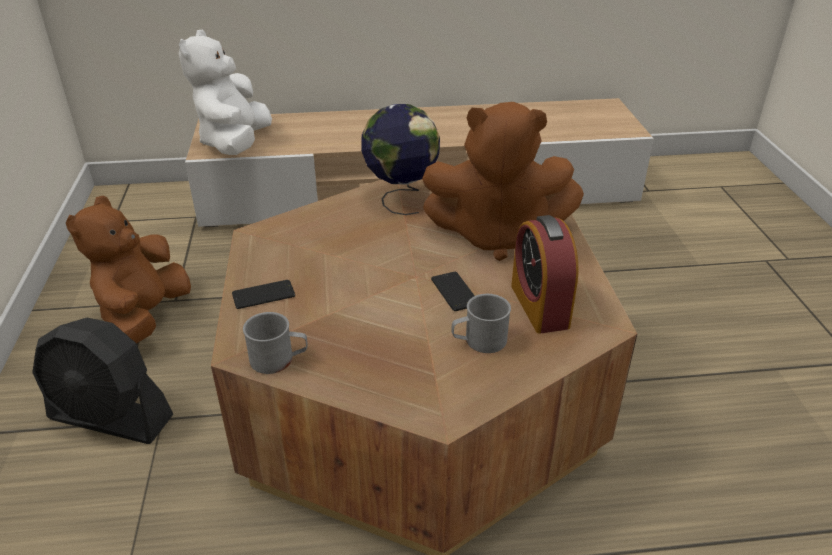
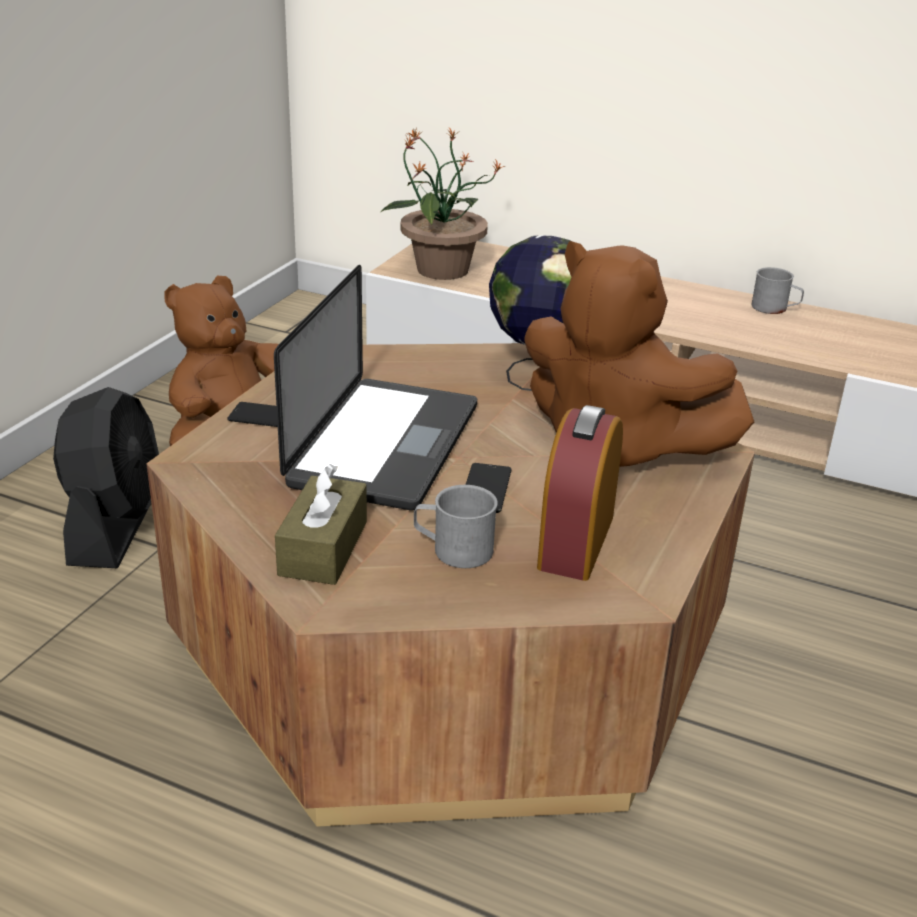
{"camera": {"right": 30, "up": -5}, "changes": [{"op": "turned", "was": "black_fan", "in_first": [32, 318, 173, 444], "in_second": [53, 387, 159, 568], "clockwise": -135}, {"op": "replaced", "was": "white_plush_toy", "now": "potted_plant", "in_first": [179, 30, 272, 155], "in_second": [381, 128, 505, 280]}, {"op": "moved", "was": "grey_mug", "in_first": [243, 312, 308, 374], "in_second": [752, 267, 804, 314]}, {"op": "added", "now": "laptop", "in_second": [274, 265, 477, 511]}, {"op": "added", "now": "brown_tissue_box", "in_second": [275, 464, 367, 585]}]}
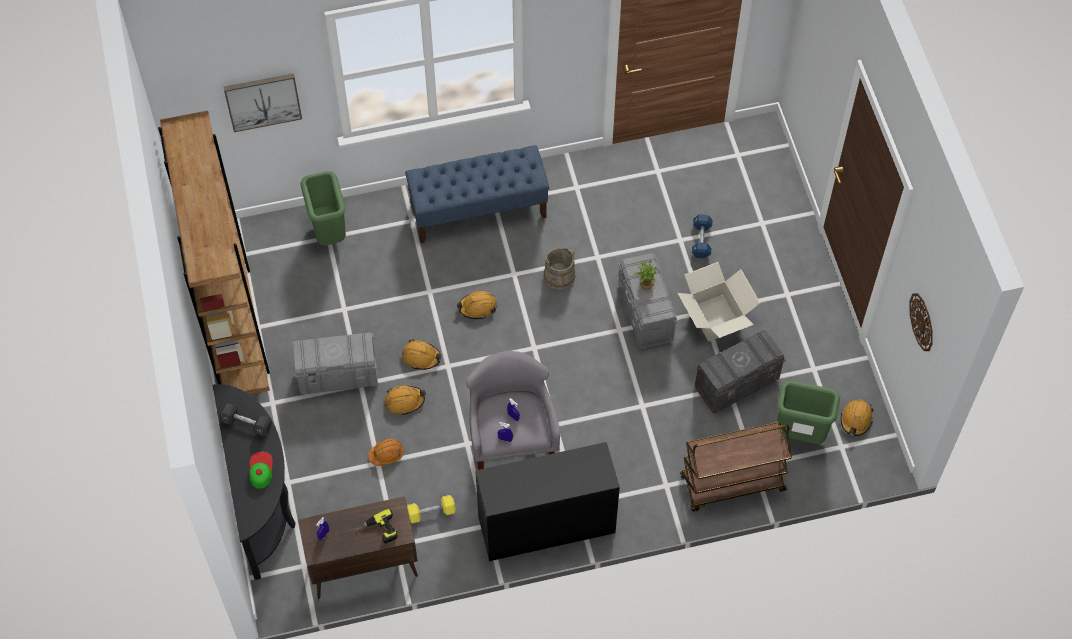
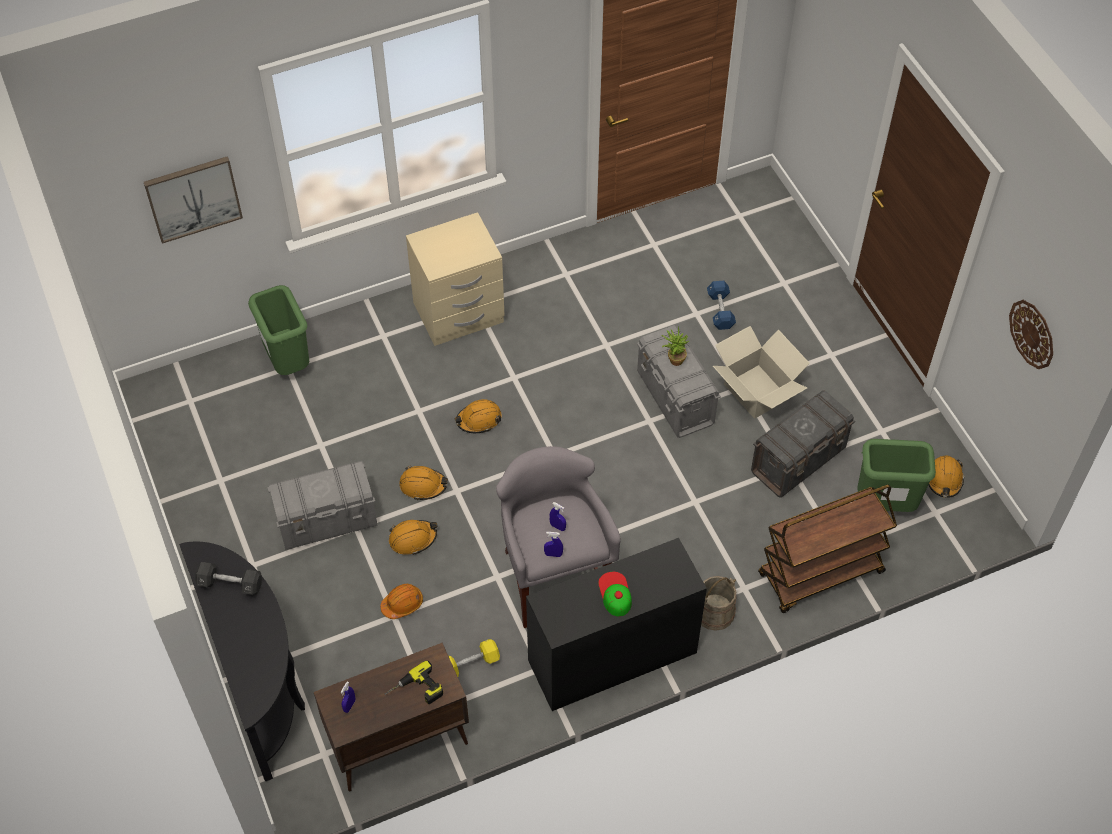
{"camera": {"right": -10, "up": -5}, "changes": [{"op": "removed", "was": "brown_bookcase", "in_first": [158, 110, 270, 395]}, {"op": "moved", "was": "cap", "in_first": [249, 452, 273, 489], "in_second": [598, 572, 632, 617]}, {"op": "replaced", "was": "blue_bench", "now": "beige_nightstand", "in_first": [405, 145, 549, 243], "in_second": [406, 212, 505, 346]}, {"op": "moved", "was": "beige_bucket", "in_first": [544, 247, 575, 290], "in_second": [701, 576, 736, 631]}]}
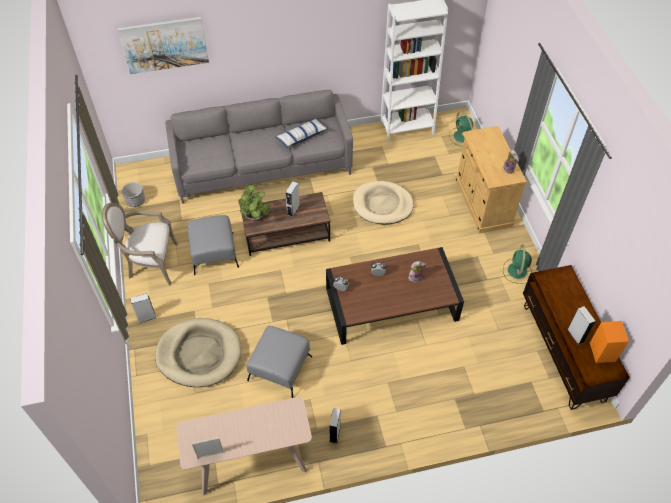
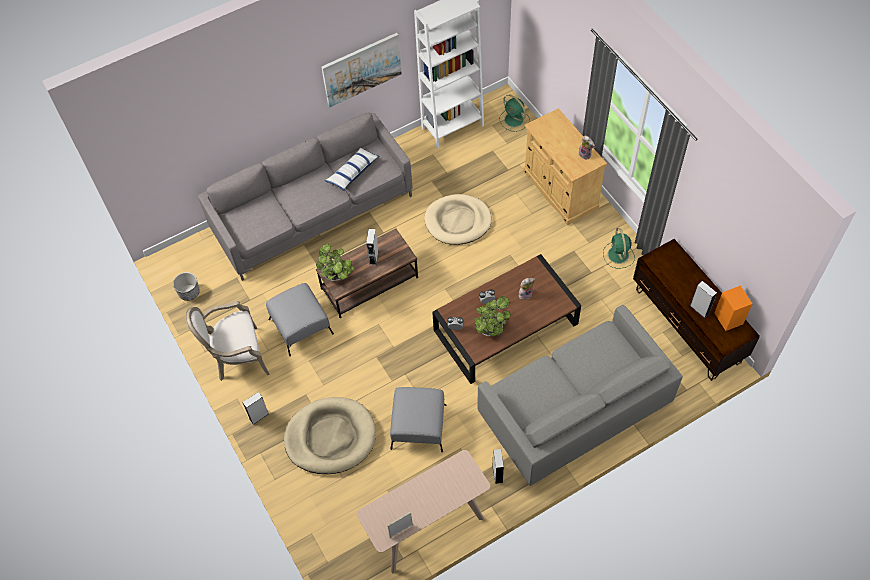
{"camera": {"right": -15, "up": 5}, "changes": [{"op": "moved", "was": "picture", "in_first": [117, 17, 209, 74], "in_second": [321, 33, 402, 107]}, {"op": "added", "now": "potted_plant", "in_second": [474, 296, 511, 336]}, {"op": "added", "now": "grey_sofa", "in_second": [478, 305, 683, 486]}]}
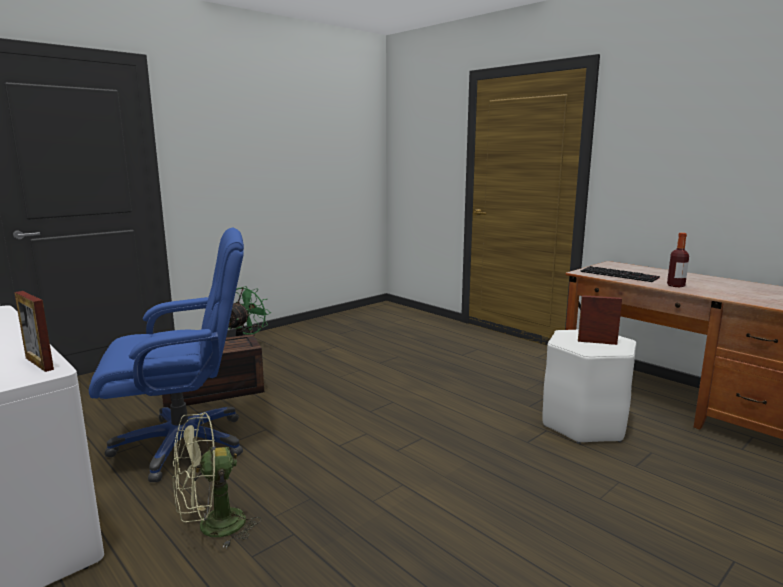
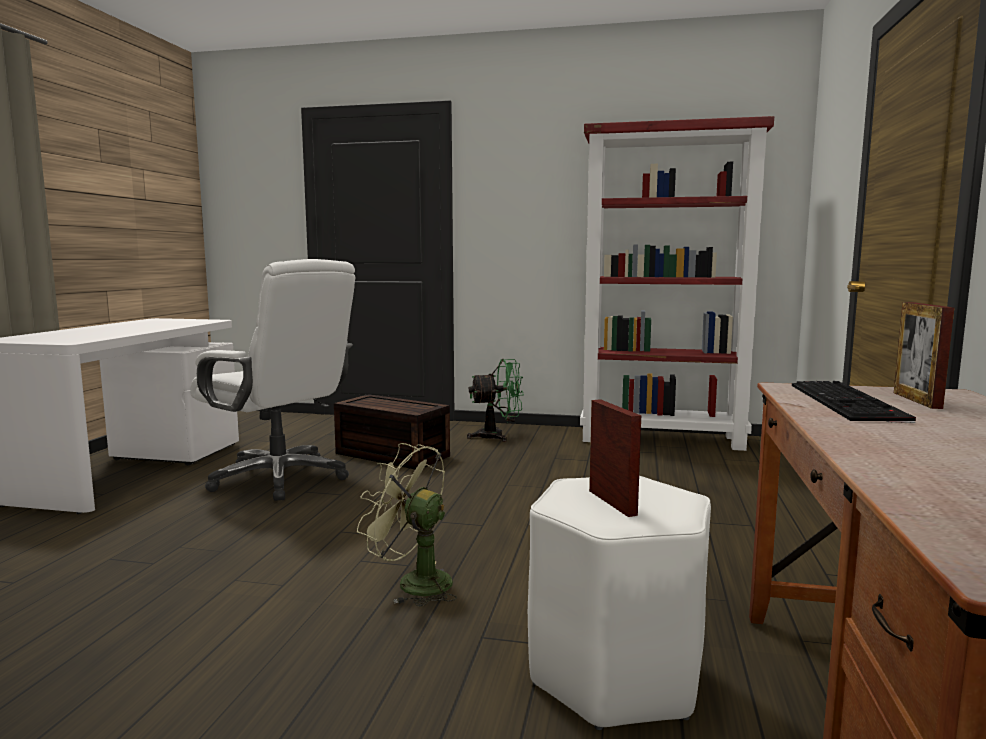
{"camera": {"right": 55, "up": -5}, "changes": [{"op": "moved", "was": "picture_frame", "in_first": [14, 291, 54, 372], "in_second": [894, 302, 954, 409]}, {"op": "recoloured", "was": "blue_office_chair", "now": "white_office_chair", "in_first": [89, 228, 244, 482], "in_second": [190, 259, 355, 501]}, {"op": "moved", "was": "green_fan", "in_first": [173, 412, 261, 548], "in_second": [357, 443, 457, 607]}, {"op": "removed", "was": "bottle", "in_first": [667, 233, 689, 287]}, {"op": "added", "now": "red_bookcase", "in_second": [580, 116, 774, 451]}]}
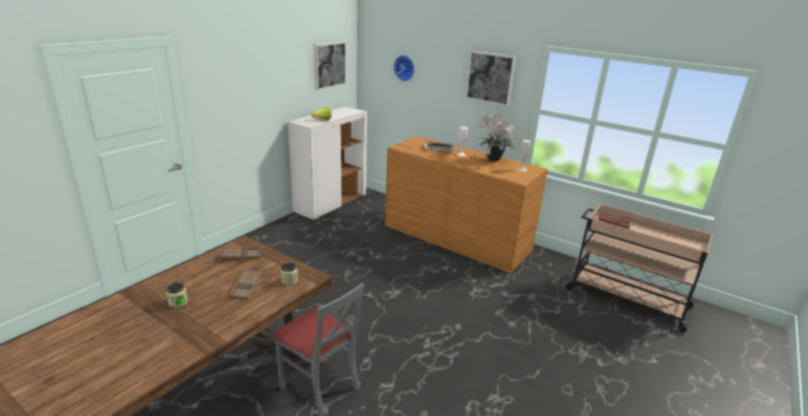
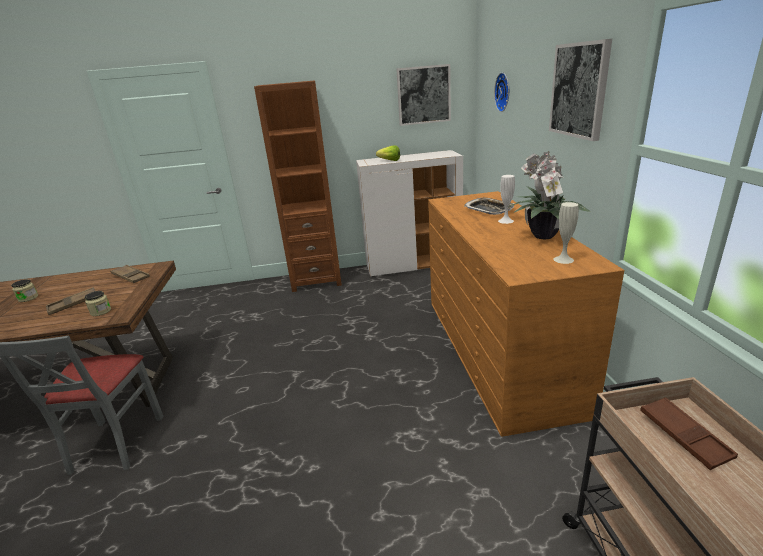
{"camera": {"right": 50, "up": 0}, "changes": [{"op": "added", "now": "brown_bookcase", "in_second": [254, 80, 342, 292]}]}
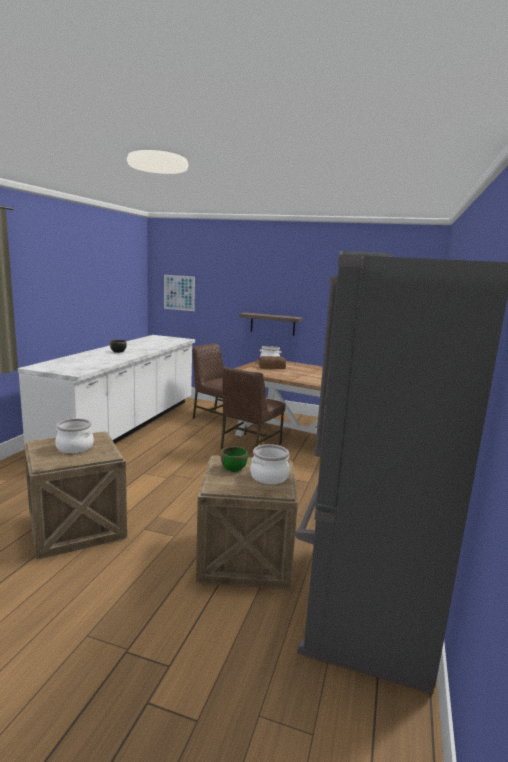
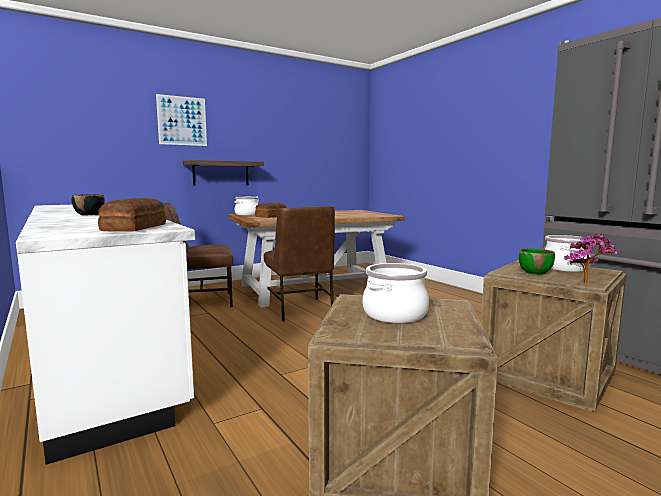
{"camera": {"right": -50, "up": -5}, "changes": [{"op": "moved", "was": "picture", "in_first": [164, 275, 195, 311], "in_second": [156, 94, 207, 146]}, {"op": "added", "now": "bread", "in_second": [98, 198, 166, 232]}, {"op": "added", "now": "potted_plant", "in_second": [564, 233, 617, 283]}]}
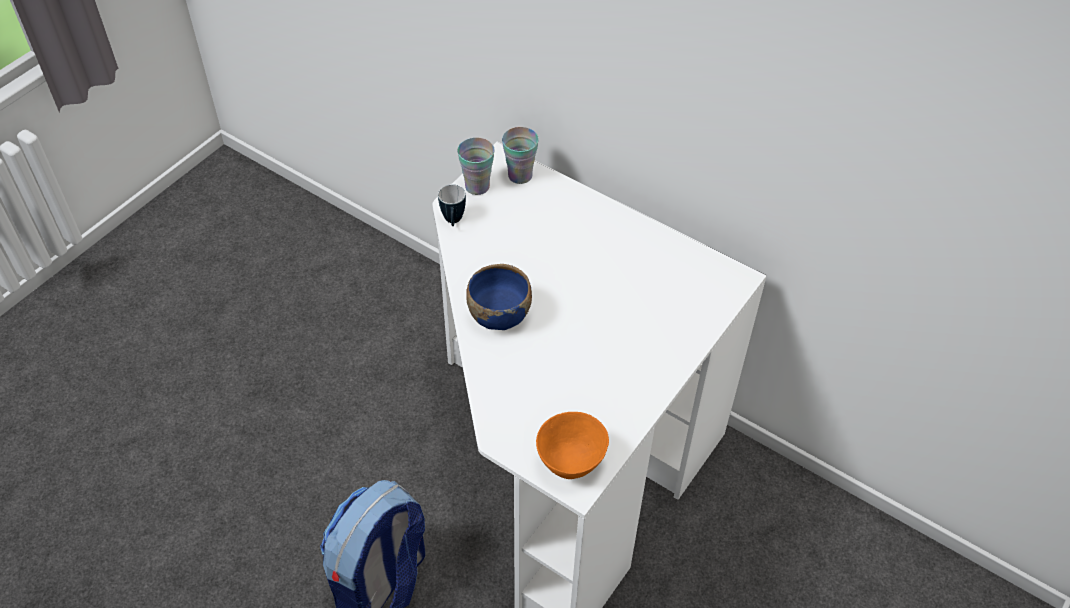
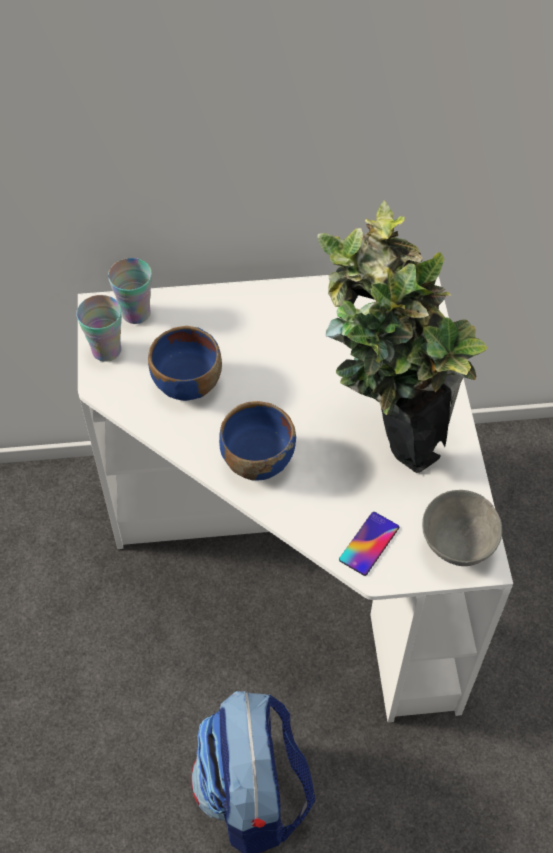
{"camera": {"right": -40, "up": 5}, "changes": [{"op": "removed", "was": "mug", "in_first": [438, 184, 466, 226]}, {"op": "recoloured", "was": "orange_bowl", "now": "grey_bowl", "in_first": [536, 412, 609, 479], "in_second": [422, 490, 502, 566]}, {"op": "added", "now": "blue_bowl", "in_second": [148, 326, 222, 401]}, {"op": "added", "now": "potted_plant", "in_second": [317, 200, 487, 473]}, {"op": "added", "now": "phone", "in_second": [339, 512, 399, 576]}]}
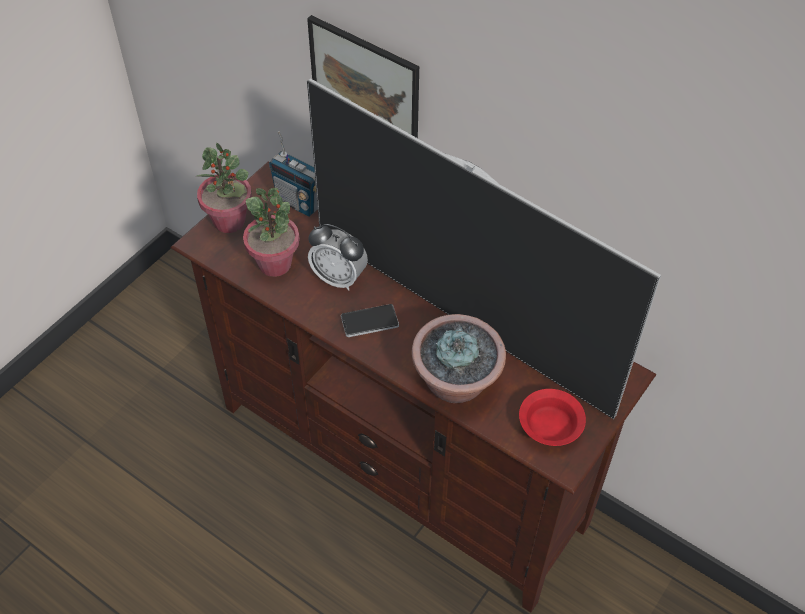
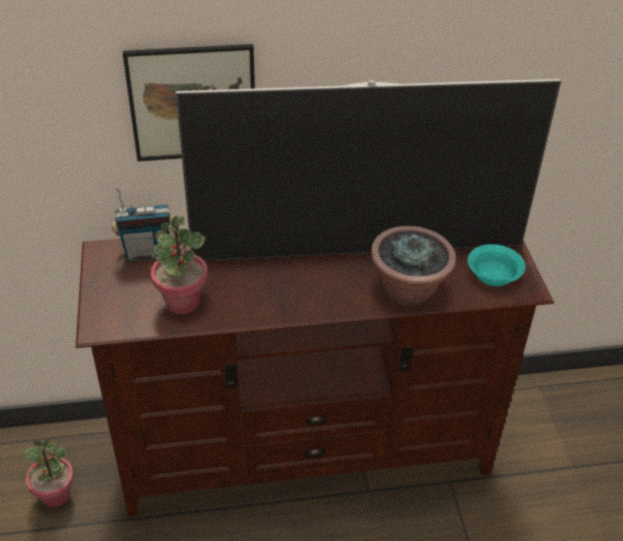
{"camera": {"right": -45, "up": -10}, "changes": [{"op": "moved", "was": "potted_plant", "in_first": [196, 142, 252, 233], "in_second": [25, 440, 74, 507]}, {"op": "removed", "was": "alarm_clock", "in_first": [308, 224, 368, 291]}, {"op": "removed", "was": "phone", "in_first": [341, 304, 399, 337]}, {"op": "recoloured", "was": "red_bowl", "now": "turquoise_bowl", "in_first": [519, 389, 586, 446], "in_second": [468, 244, 525, 286]}]}
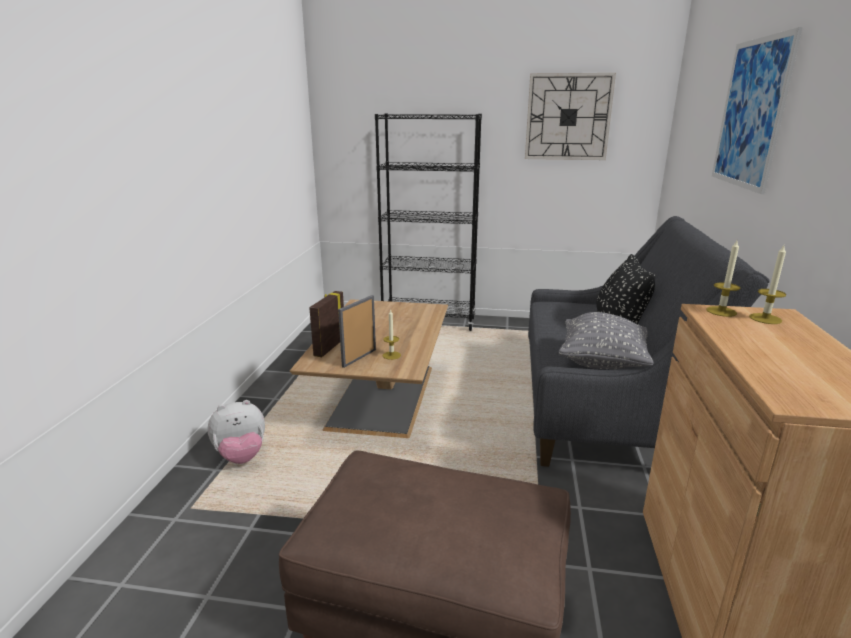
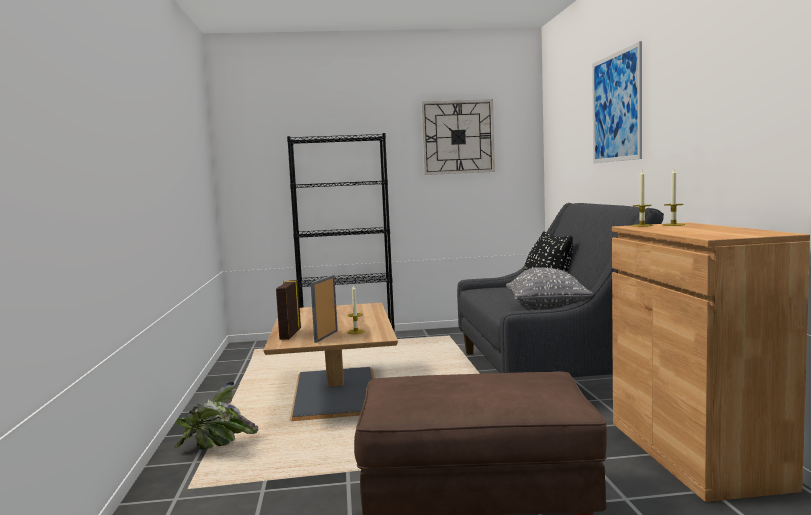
{"camera": {"right": -15, "up": -15}, "changes": [{"op": "replaced", "was": "plush_toy", "now": "potted_plant", "in_first": [207, 400, 265, 464], "in_second": [174, 382, 258, 450]}]}
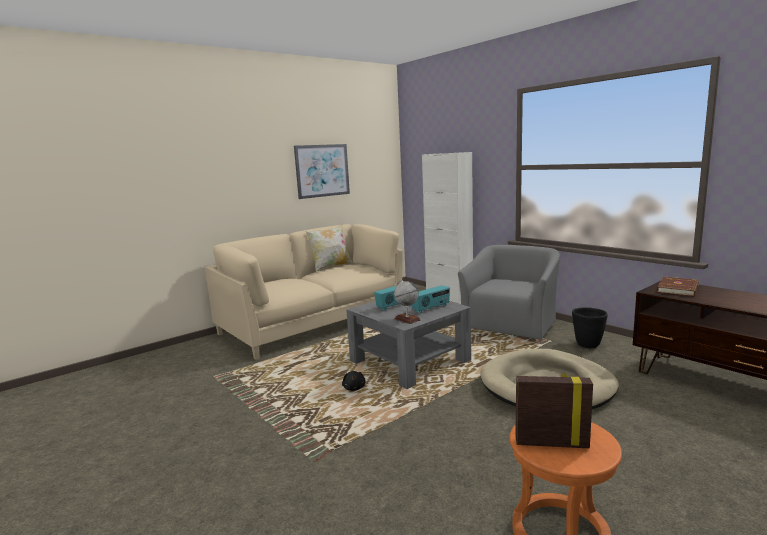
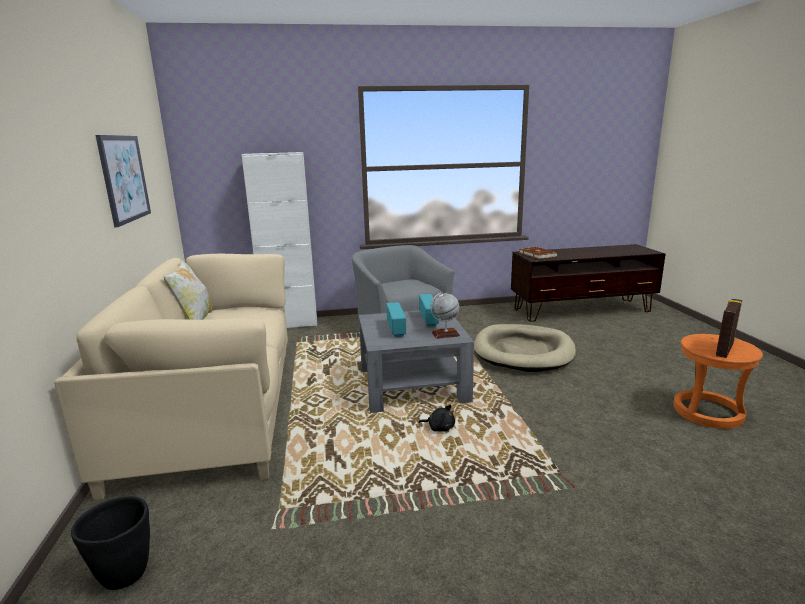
{"camera": {"right": -60, "up": 5}, "changes": [{"op": "moved", "was": "black_planter", "in_first": [572, 307, 608, 348], "in_second": [71, 496, 150, 590]}]}
